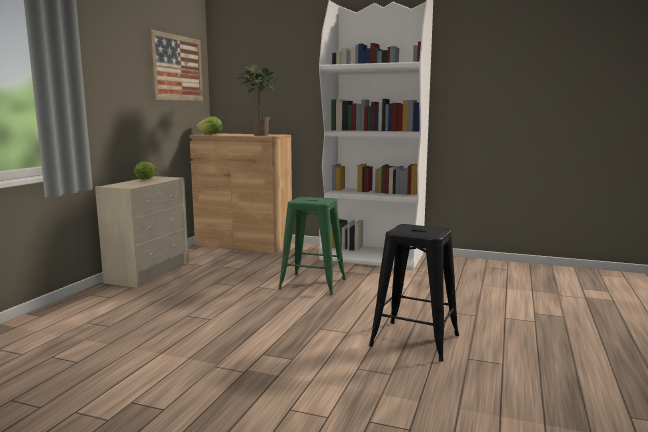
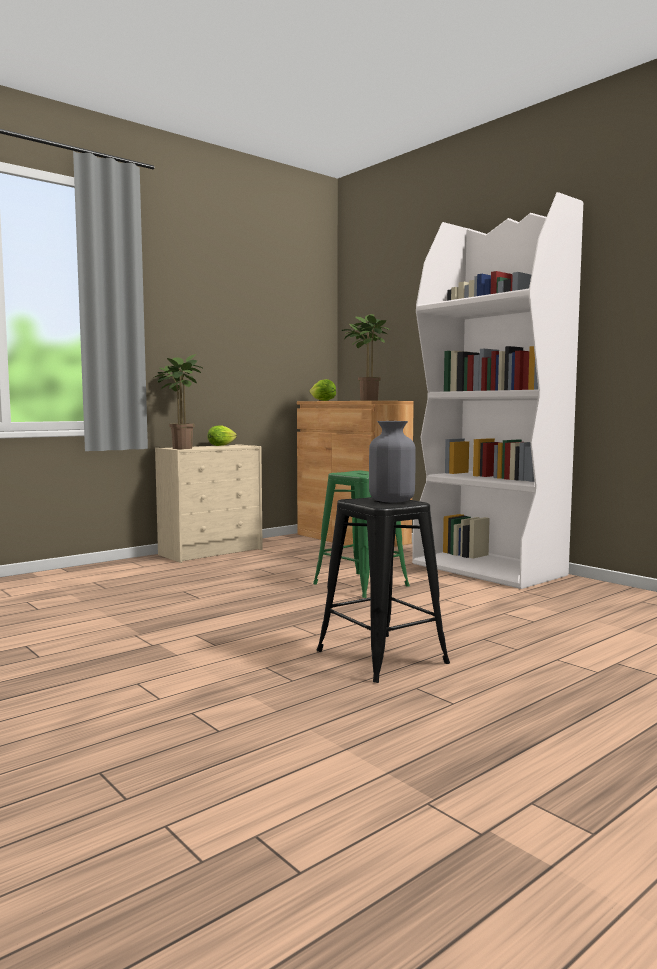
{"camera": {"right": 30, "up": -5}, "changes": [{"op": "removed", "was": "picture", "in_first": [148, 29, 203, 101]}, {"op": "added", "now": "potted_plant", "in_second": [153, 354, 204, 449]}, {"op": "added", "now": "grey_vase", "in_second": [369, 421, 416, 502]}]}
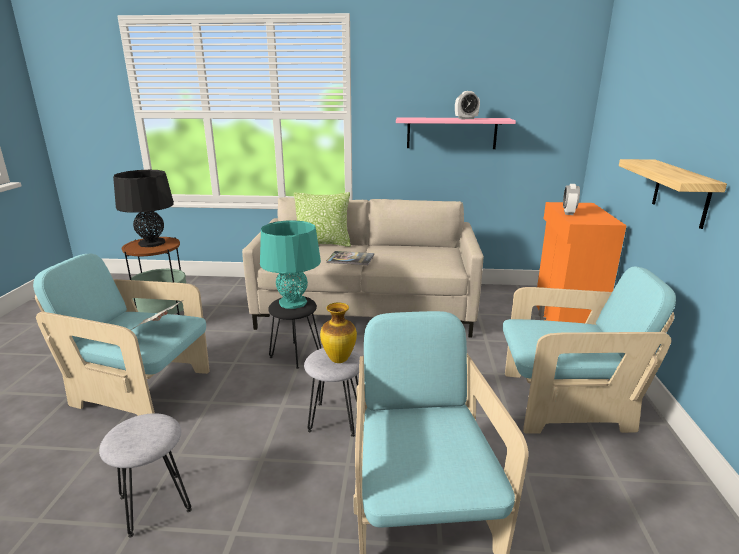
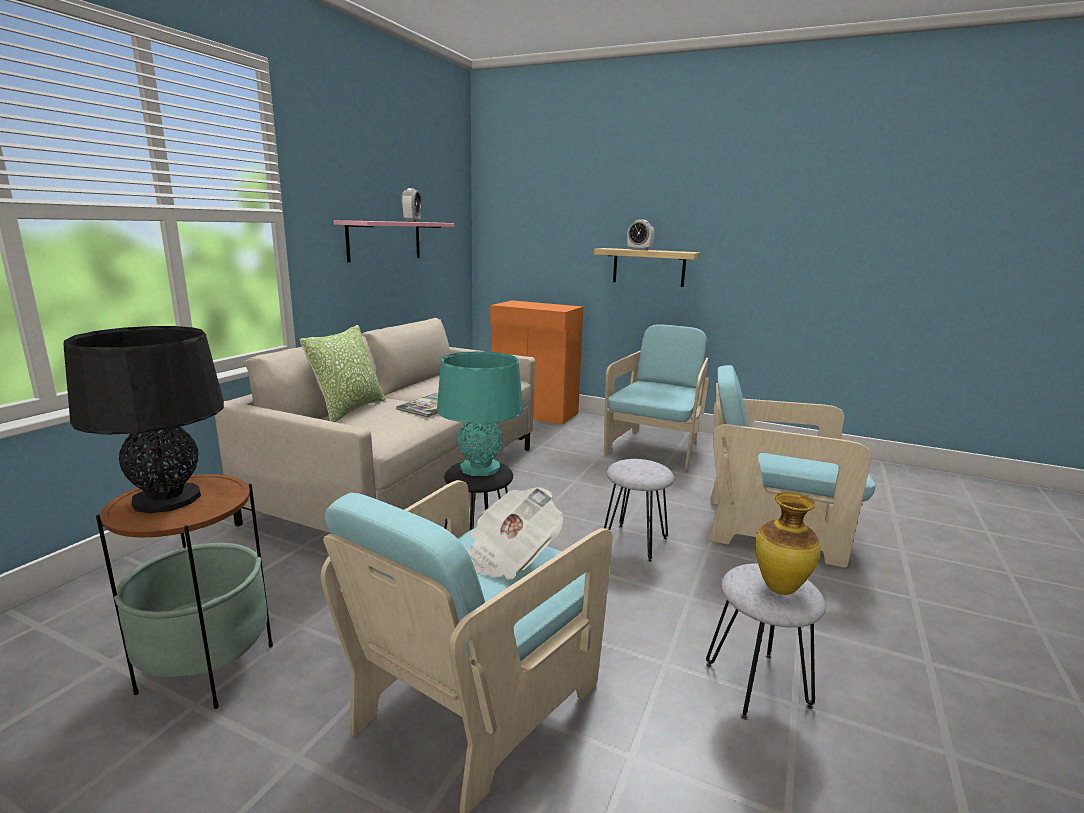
{"camera": {"right": -70, "up": -5}, "changes": [{"op": "moved", "was": "vase", "in_first": [320, 303, 357, 363], "in_second": [755, 493, 821, 595]}, {"op": "moved", "was": "alarm_clock", "in_first": [563, 184, 580, 215], "in_second": [627, 219, 655, 250]}]}
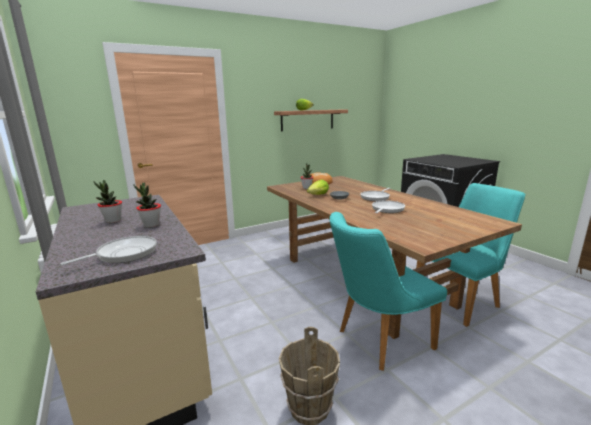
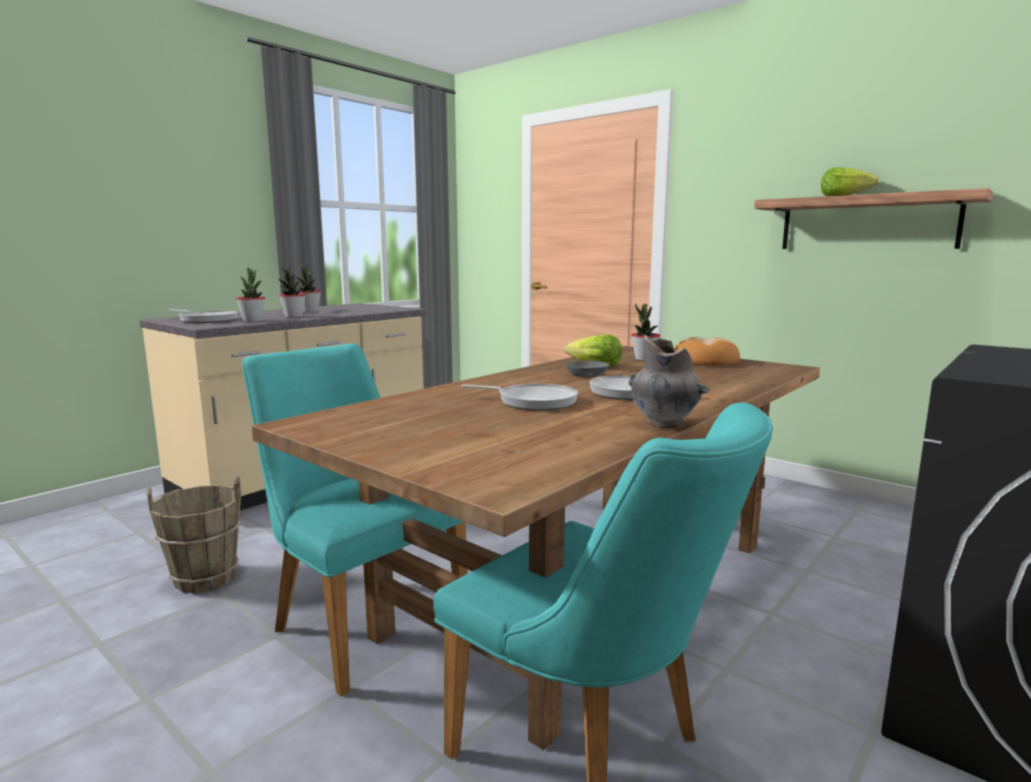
{"camera": {"right": 70, "up": -5}, "changes": [{"op": "added", "now": "potted_plant", "in_second": [236, 268, 265, 322]}, {"op": "added", "now": "grey_vase", "in_second": [628, 335, 710, 428]}]}
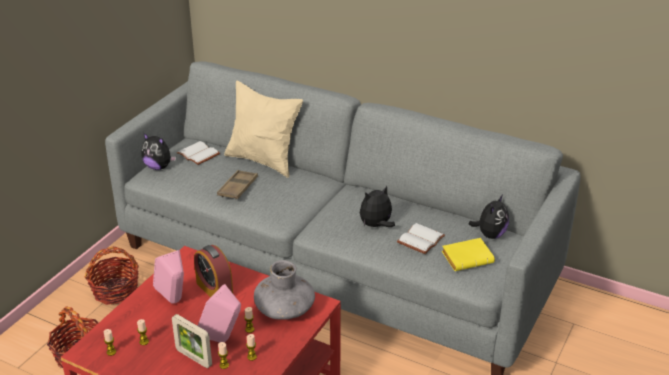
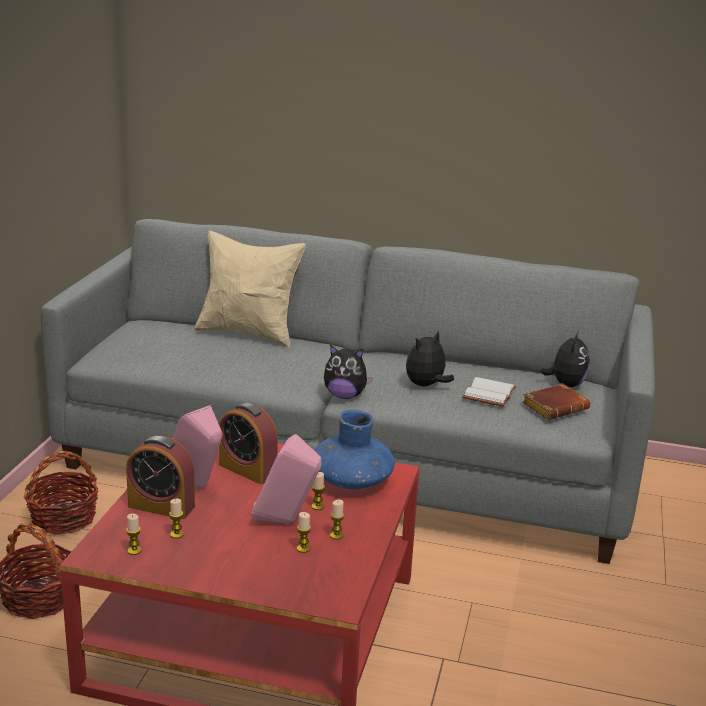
{"camera": {"right": -15, "up": -10}, "changes": [{"op": "moved", "was": "plush_toy", "in_first": [142, 133, 176, 170], "in_second": [324, 344, 373, 399]}, {"op": "removed", "was": "picture_frame", "in_first": [172, 314, 212, 368]}, {"op": "removed", "was": "white_book", "in_first": [177, 141, 220, 165]}, {"op": "removed", "was": "brown_tray", "in_first": [217, 170, 258, 200]}, {"op": "recoloured", "was": "grey_vase", "now": "blue_vase", "in_first": [254, 260, 315, 320], "in_second": [314, 409, 395, 489]}, {"op": "recoloured", "was": "yellow_book", "now": "brown_book", "in_first": [442, 238, 495, 271], "in_second": [522, 383, 590, 420]}, {"op": "added", "now": "alarm_clock", "in_second": [126, 436, 195, 519]}]}
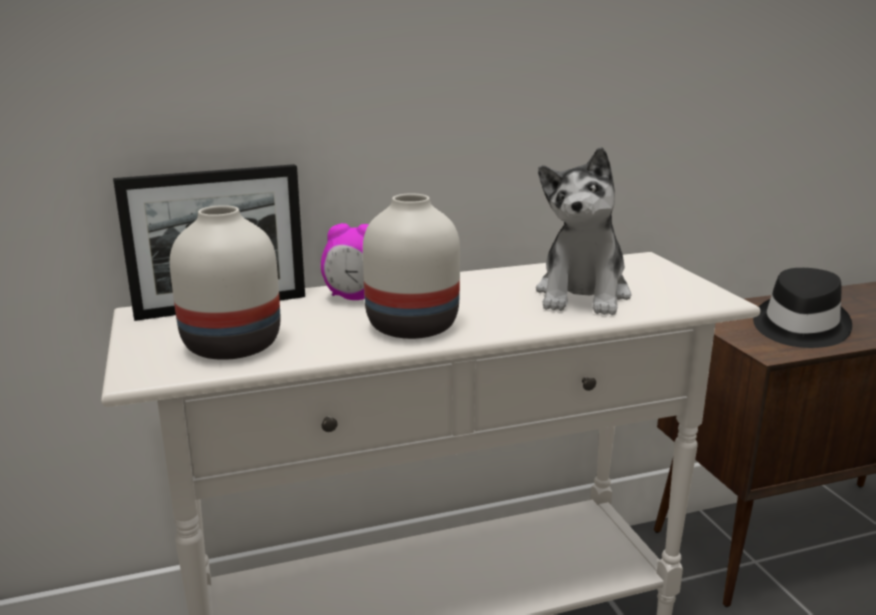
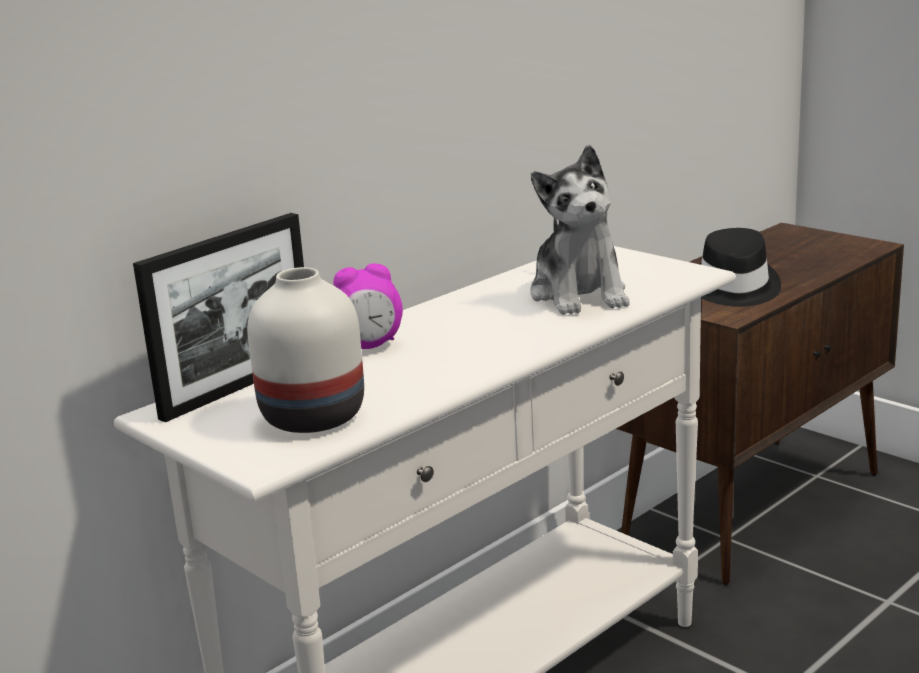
{"camera": {"right": -25, "up": 0}, "changes": [{"op": "removed", "was": "white_vase", "in_first": [363, 193, 460, 339]}]}
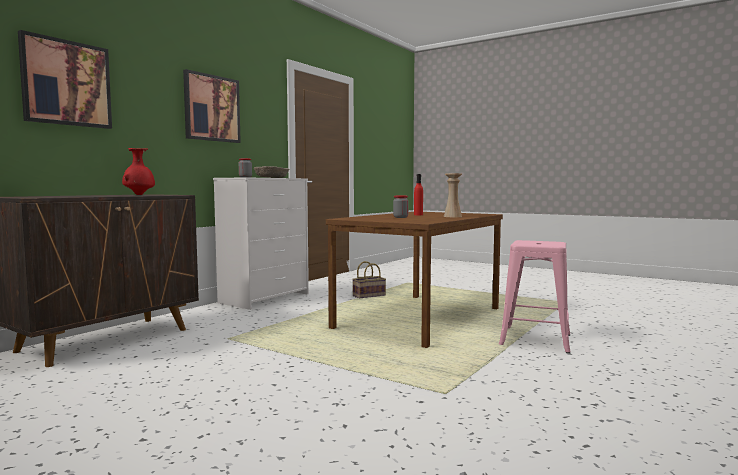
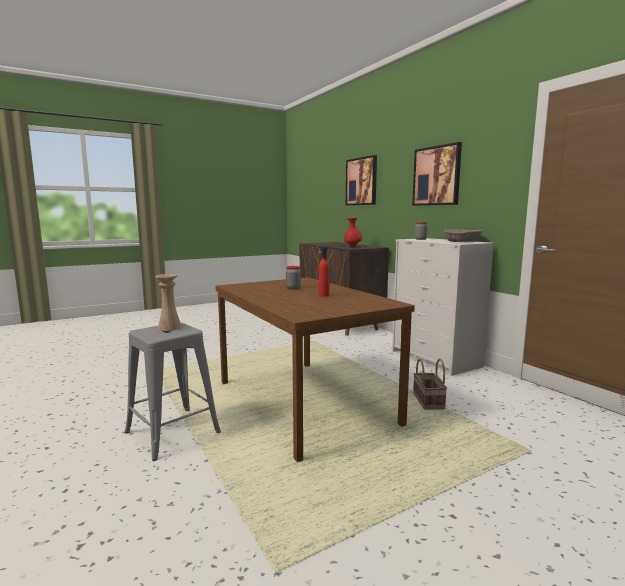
{"camera": {"right": 115, "up": 5}, "changes": [{"op": "moved", "was": "beige_vase", "in_first": [444, 173, 462, 217], "in_second": [155, 274, 182, 331]}, {"op": "recoloured", "was": "pink_stool", "now": "grey_stool", "in_first": [499, 240, 570, 354], "in_second": [125, 322, 221, 461]}]}
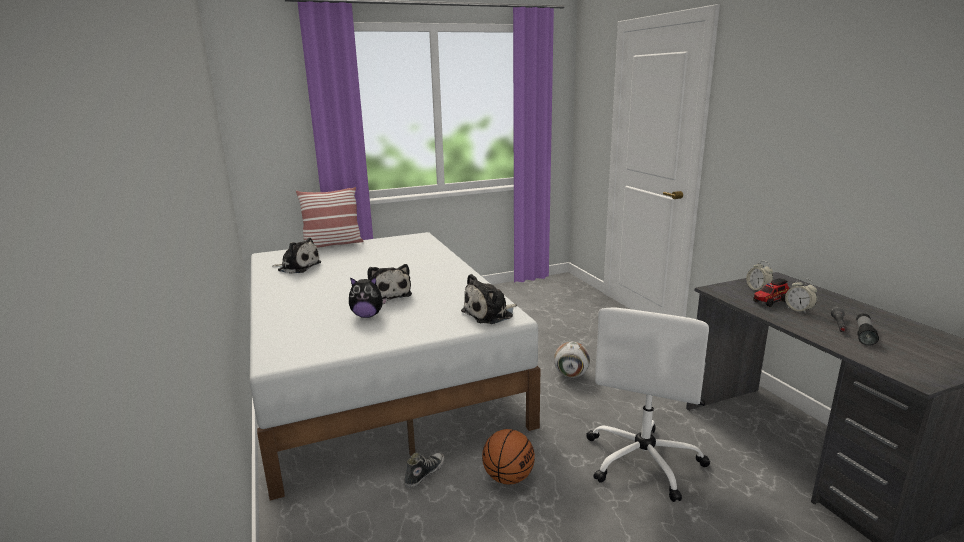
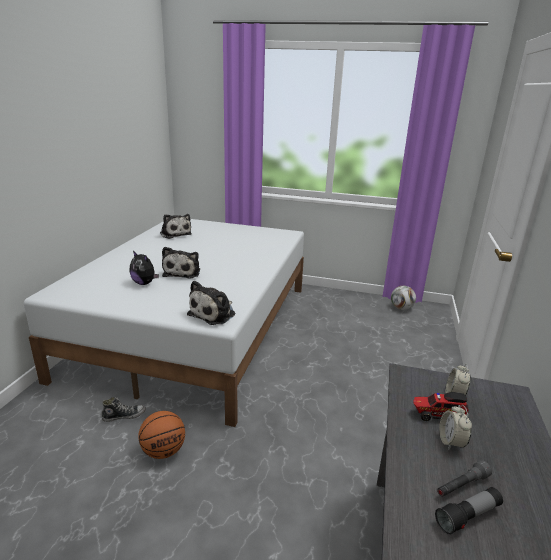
{"camera": {"right": 35, "up": 5}, "changes": [{"op": "removed", "was": "pillow", "in_first": [296, 187, 363, 248]}, {"op": "turned", "was": "plush_toy", "in_first": [461, 274, 517, 324], "in_second": [187, 281, 235, 325], "clockwise": -60}, {"op": "moved", "was": "football", "in_first": [554, 342, 590, 378], "in_second": [391, 286, 416, 310]}, {"op": "removed", "was": "white_office_chair", "in_first": [586, 307, 710, 502]}]}
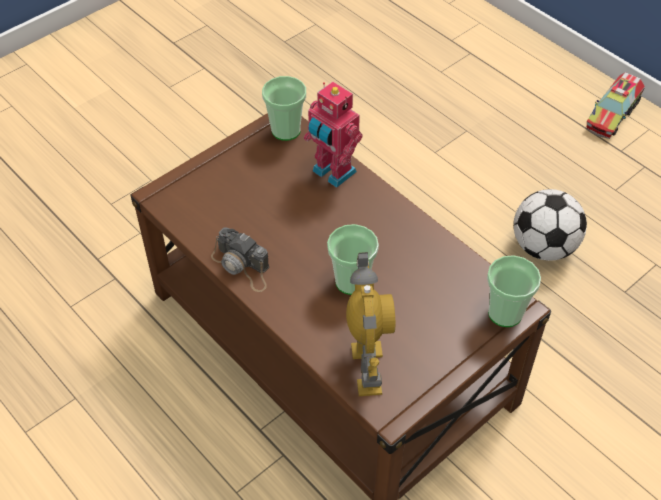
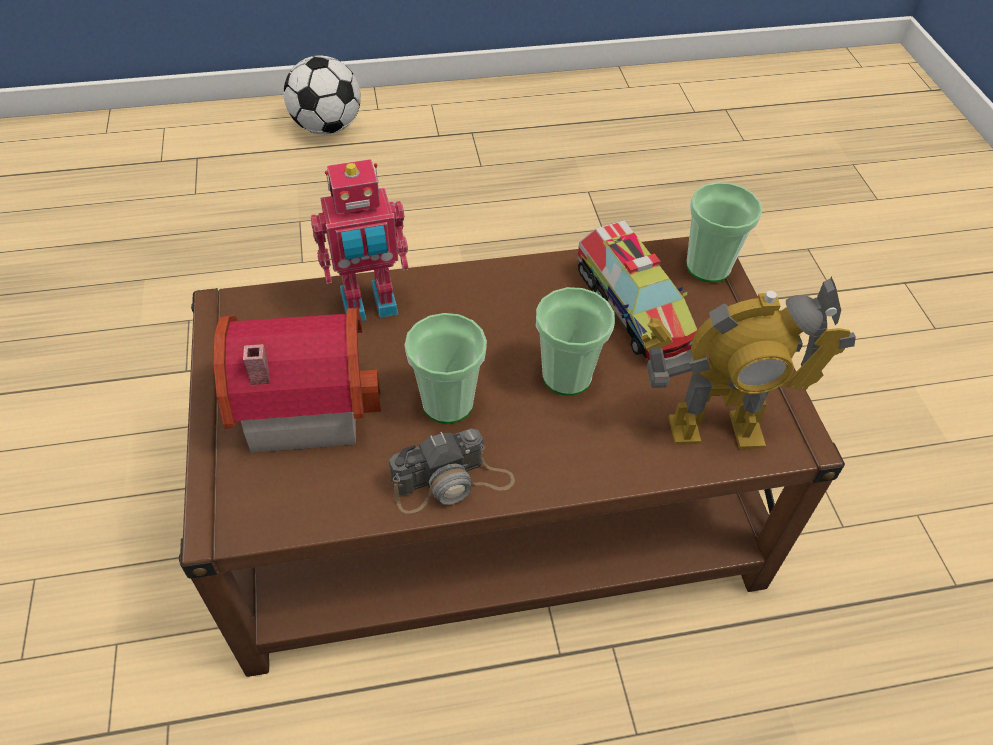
{"camera": {"right": -60, "up": 0}, "changes": [{"op": "moved", "was": "cup", "in_first": [262, 76, 306, 141], "in_second": [405, 313, 487, 424]}, {"op": "turned", "was": "toy_robot", "in_first": [346, 252, 395, 396], "in_second": [642, 276, 856, 449], "clockwise": 150}, {"op": "moved", "was": "football", "in_first": [513, 189, 587, 261], "in_second": [284, 55, 361, 135]}, {"op": "moved", "was": "toy_truck", "in_first": [586, 72, 645, 139], "in_second": [577, 220, 698, 361]}, {"op": "added", "now": "toy_house", "in_second": [214, 307, 381, 453]}]}
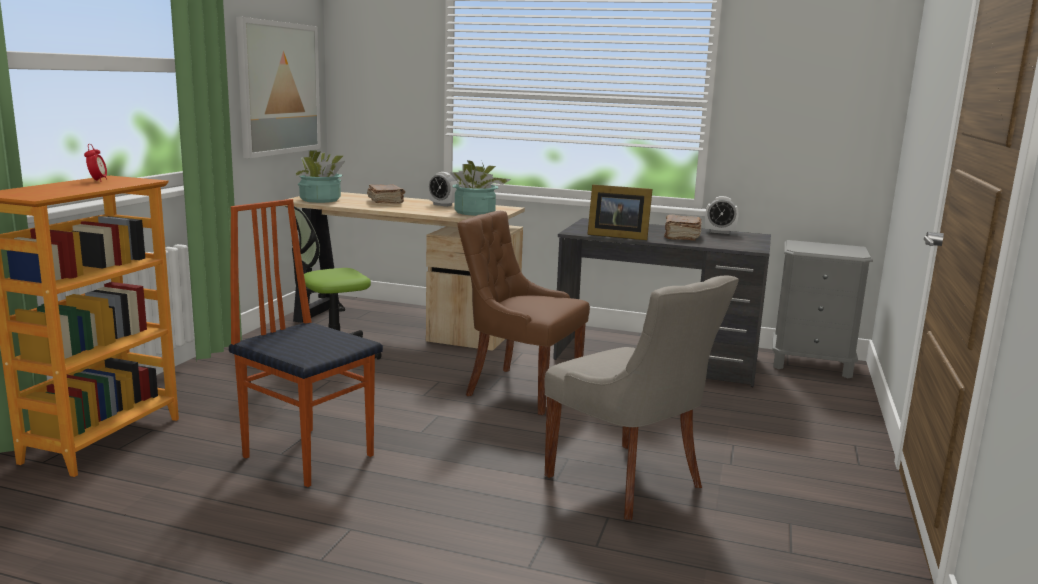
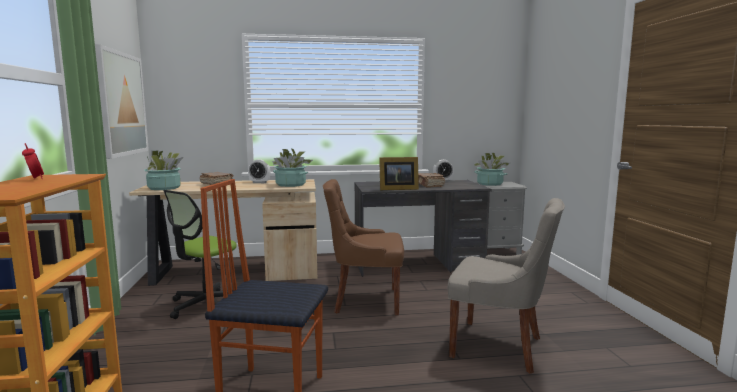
{"camera": {"right": -25, "up": -5}, "changes": [{"op": "added", "now": "potted_plant", "in_second": [474, 153, 510, 186]}]}
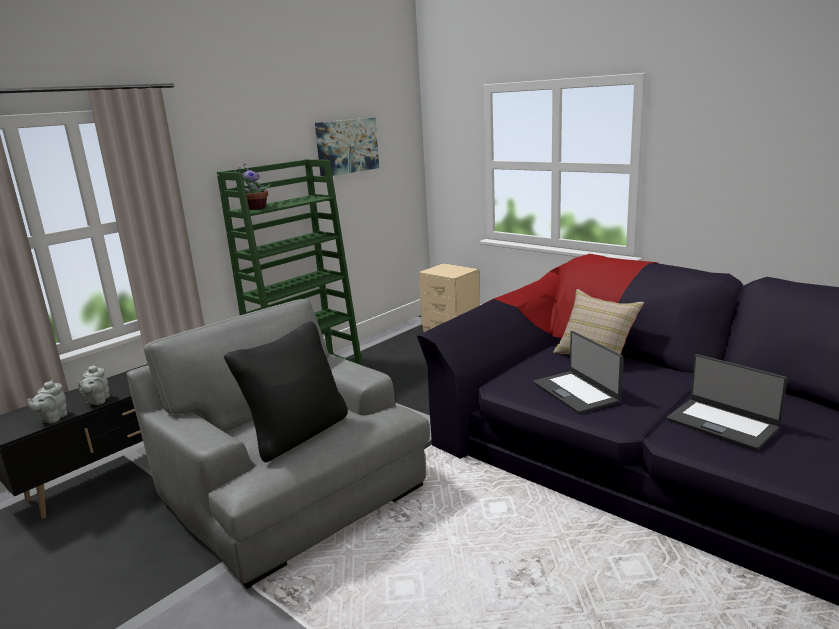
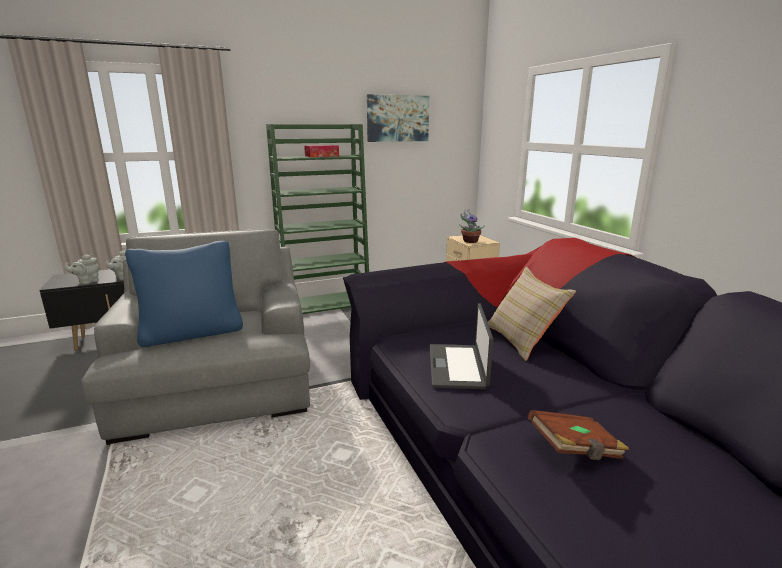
{"camera": {"right": 25, "up": 0}, "changes": [{"op": "recoloured", "was": "black_pillow", "now": "blue_pillow", "in_first": [224, 321, 348, 462], "in_second": [125, 241, 243, 347]}, {"op": "moved", "was": "potted_plant", "in_first": [235, 164, 271, 210], "in_second": [459, 210, 485, 243]}, {"op": "replaced", "was": "laptop", "now": "brown_book", "in_first": [667, 354, 787, 450], "in_second": [528, 410, 629, 460]}, {"op": "added", "now": "tissue_box", "in_second": [304, 145, 339, 157]}]}
